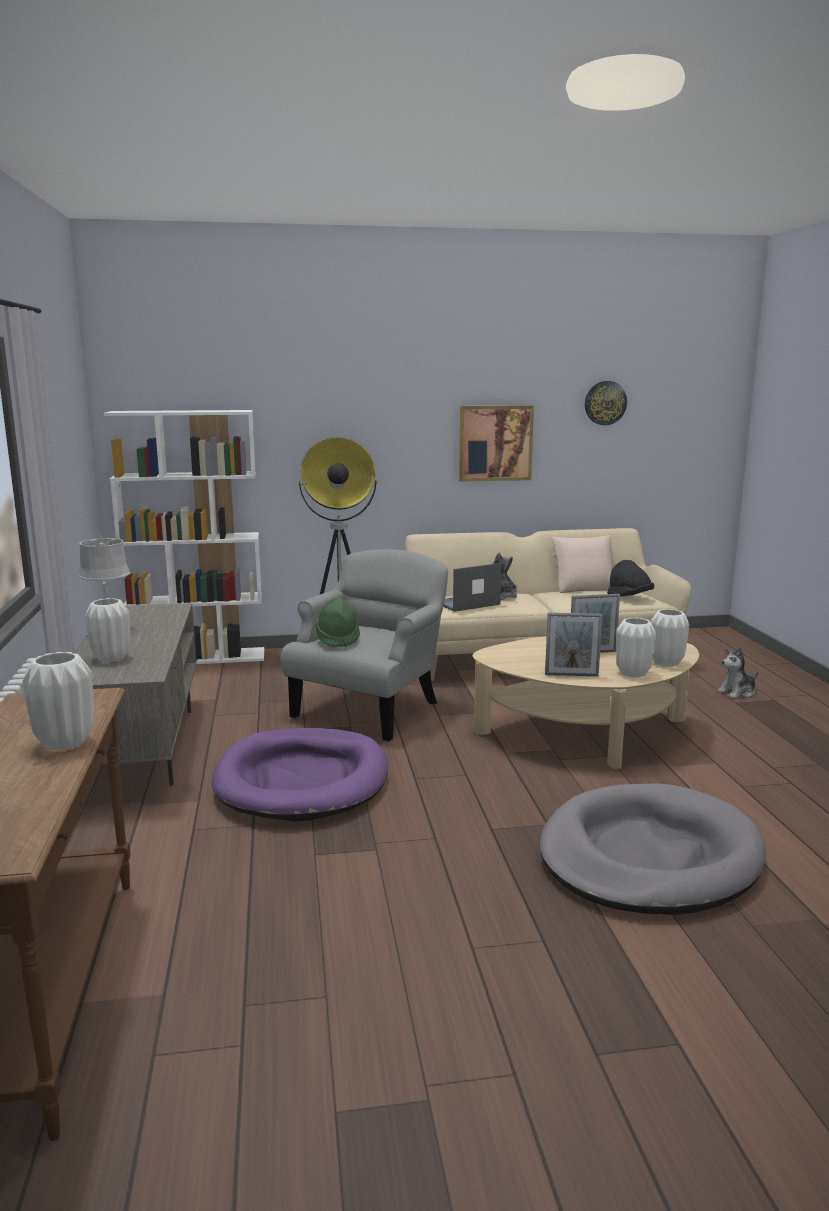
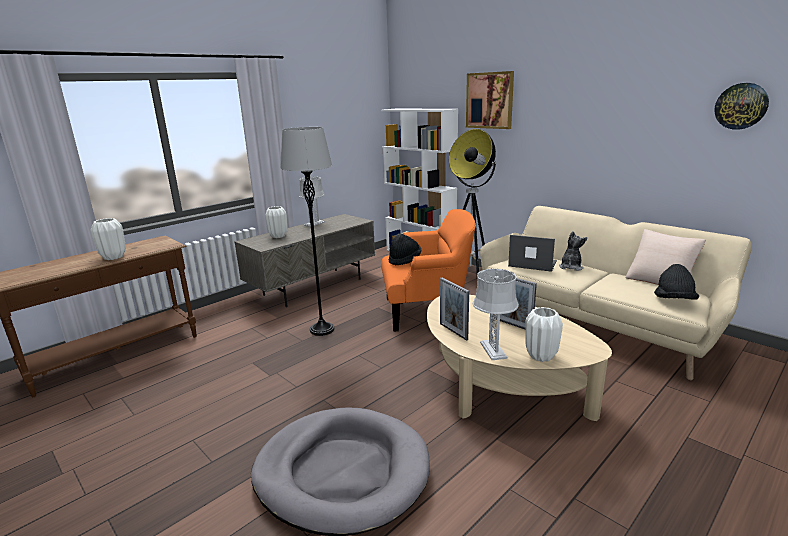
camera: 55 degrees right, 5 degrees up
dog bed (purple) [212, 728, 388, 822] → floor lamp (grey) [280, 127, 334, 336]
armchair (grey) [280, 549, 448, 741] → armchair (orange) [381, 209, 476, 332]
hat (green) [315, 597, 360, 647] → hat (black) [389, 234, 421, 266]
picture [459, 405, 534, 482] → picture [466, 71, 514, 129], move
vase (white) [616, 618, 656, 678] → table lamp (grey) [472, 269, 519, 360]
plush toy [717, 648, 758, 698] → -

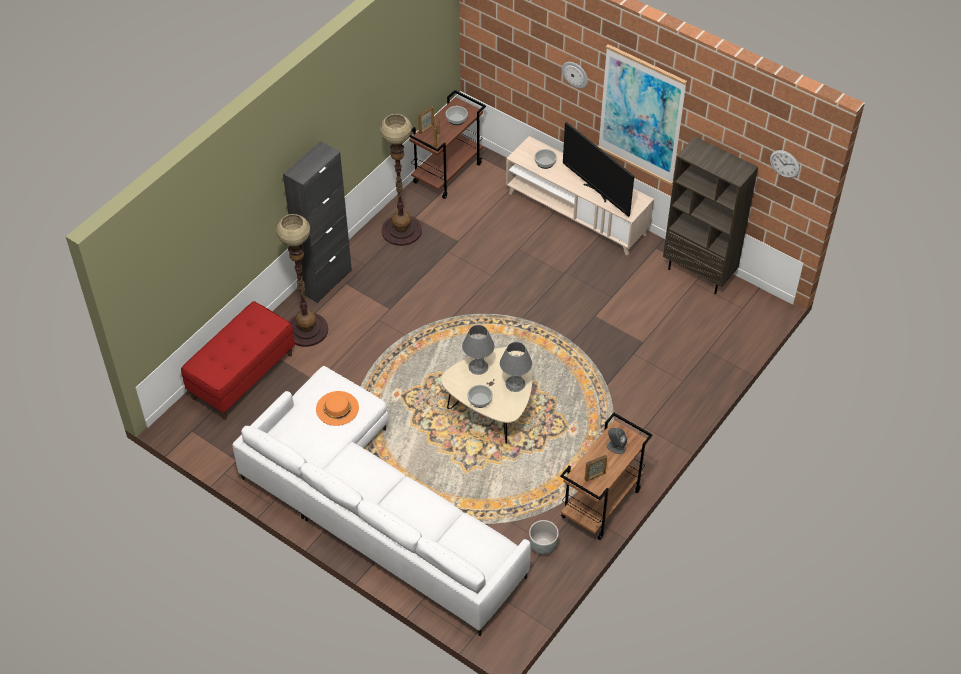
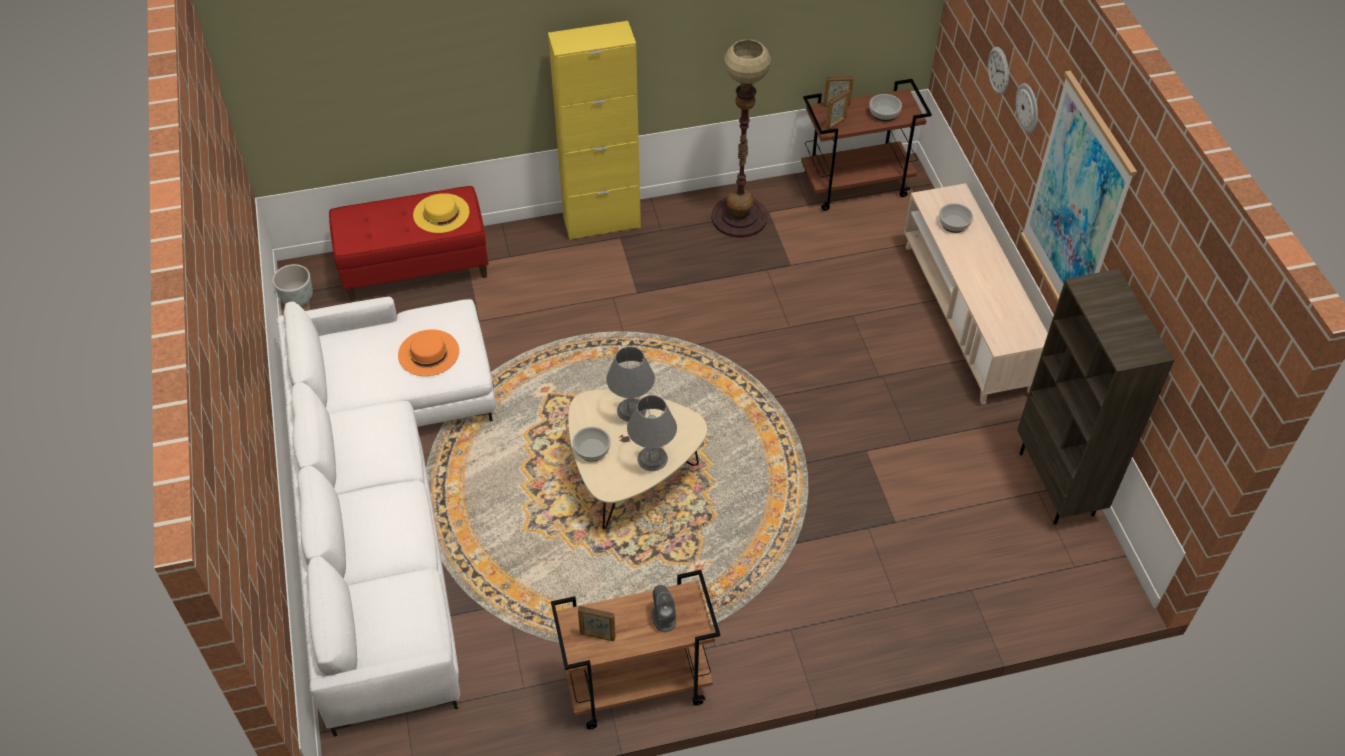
camera: 40 degrees right, 0 degrees up
planter (grey) [529, 520, 559, 555] → planter (grey) [272, 264, 313, 307], move
- → hat (yellow) [413, 193, 470, 233]
cabinet (black) [283, 141, 352, 303] → cabinet (yellow) [548, 21, 641, 240]
wall clock [770, 150, 800, 178] → wall clock [988, 47, 1009, 95], move
floor lamp [276, 214, 328, 347] → -
television [563, 122, 634, 217] → -

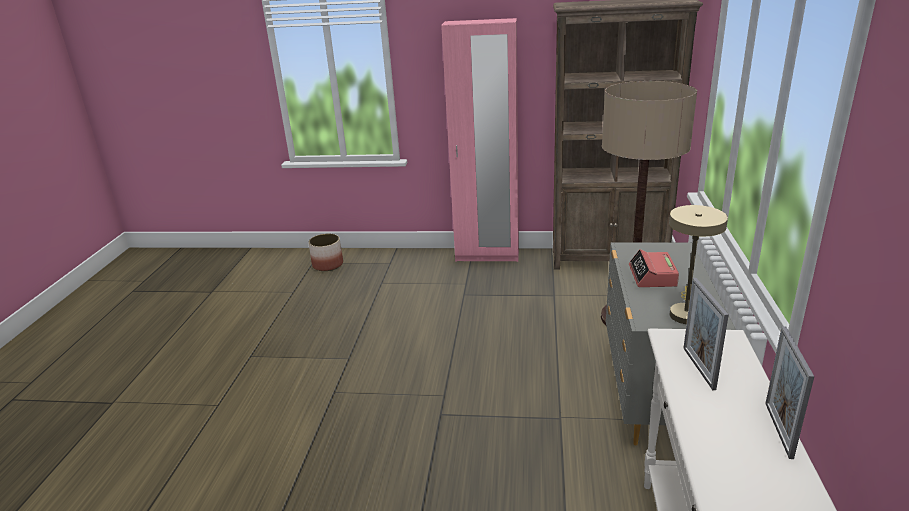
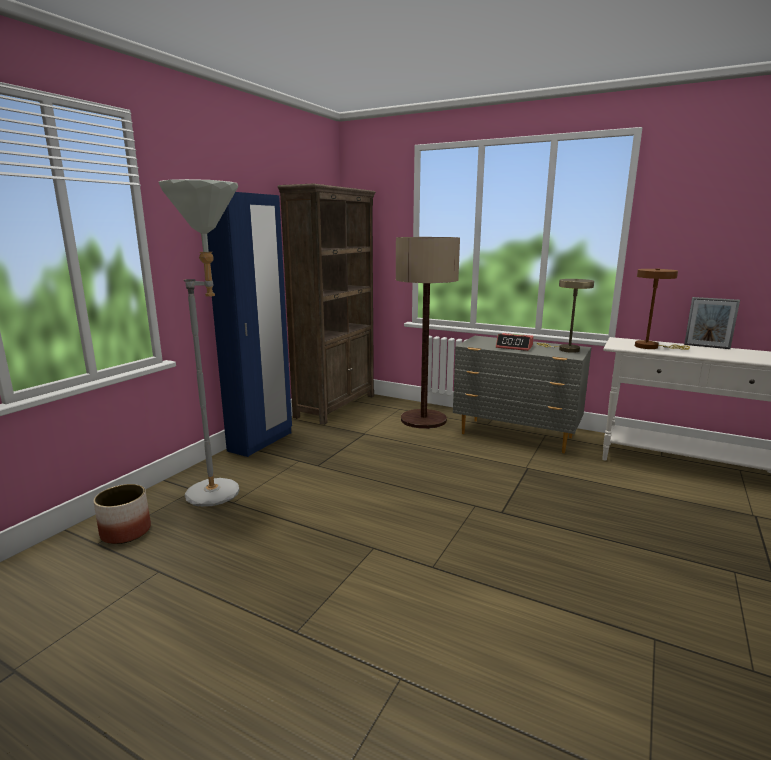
camera: 70 degrees left, 10 degrees down
- → floor lamp (grey) [158, 179, 240, 507]
wardrobe (pink) [441, 18, 519, 262] → wardrobe (blue) [207, 192, 292, 457]
picture frame [683, 278, 729, 390] → table lamp (brown) [635, 269, 690, 350]

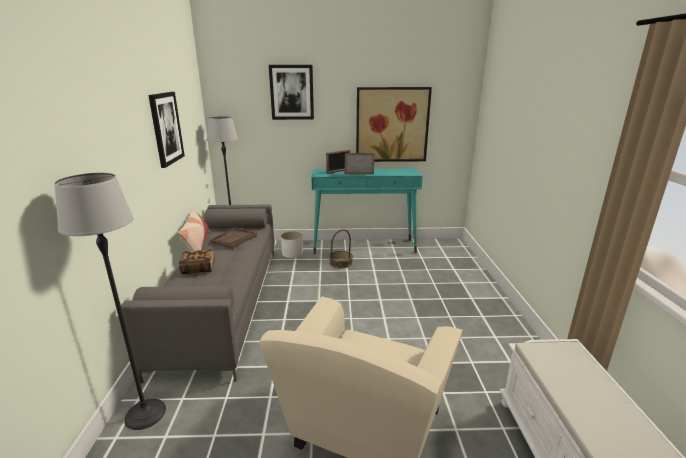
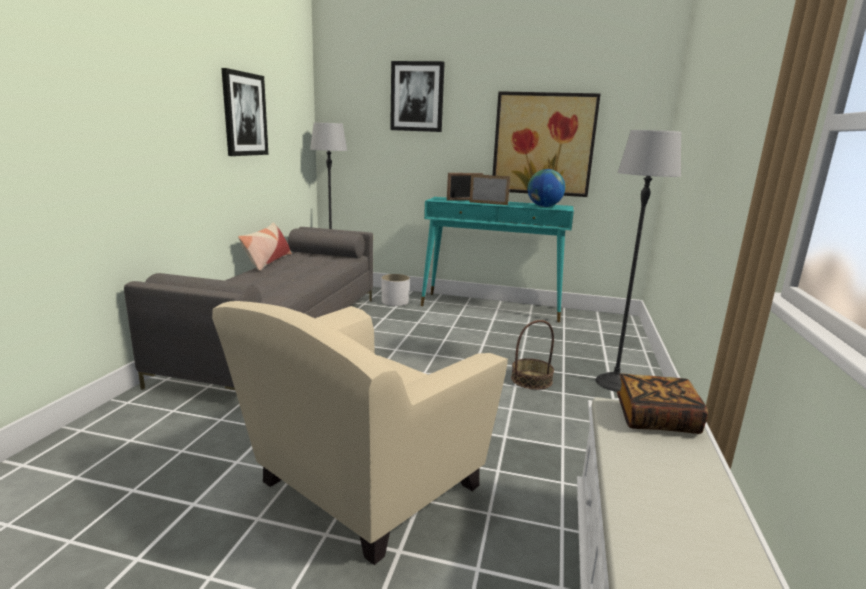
camera: 15 degrees right, 5 degrees down
basket [329, 229, 353, 269] → basket [511, 320, 554, 390], move
- → globe [528, 169, 565, 207]
floor lamp [54, 173, 166, 430] → floor lamp [596, 130, 681, 392], move
book [179, 250, 215, 274] → book [617, 373, 708, 434], move
tray (brown) [210, 227, 257, 249] → -

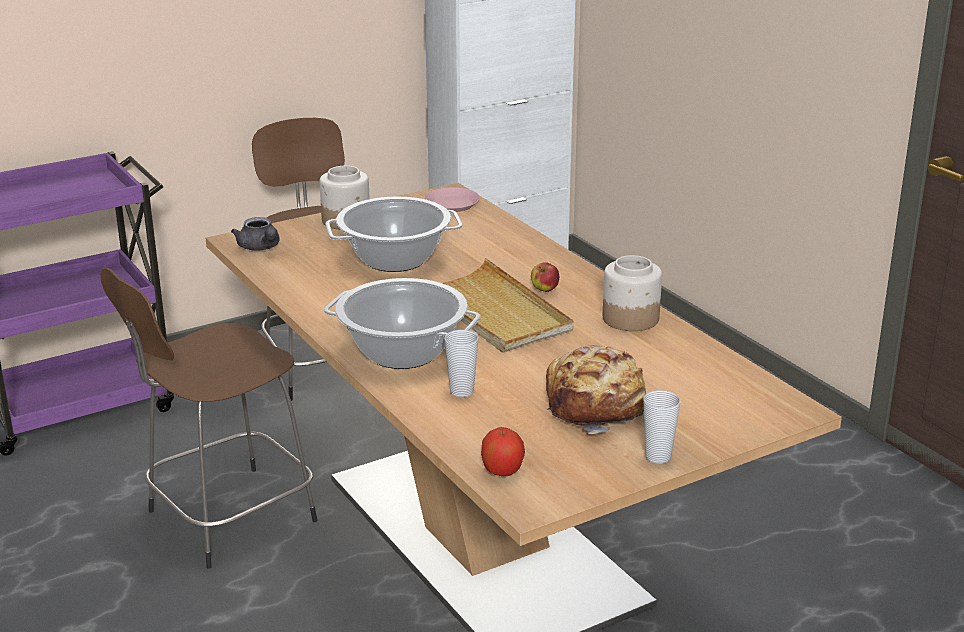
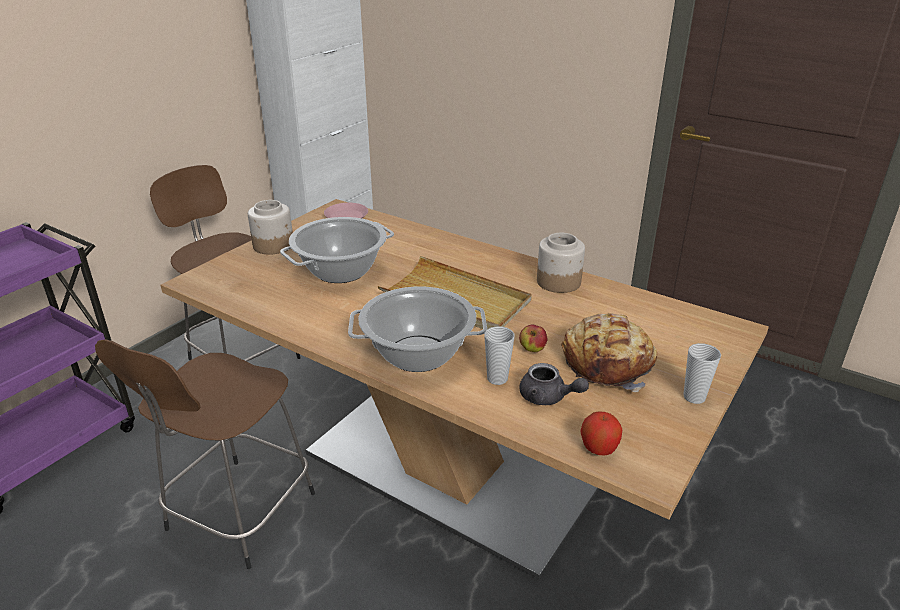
camera: 25 degrees left, 5 degrees up
apple [531, 262, 559, 292] → apple [519, 325, 548, 352], move
teapot (grey) [231, 217, 280, 251] → teapot (grey) [519, 363, 589, 405], move

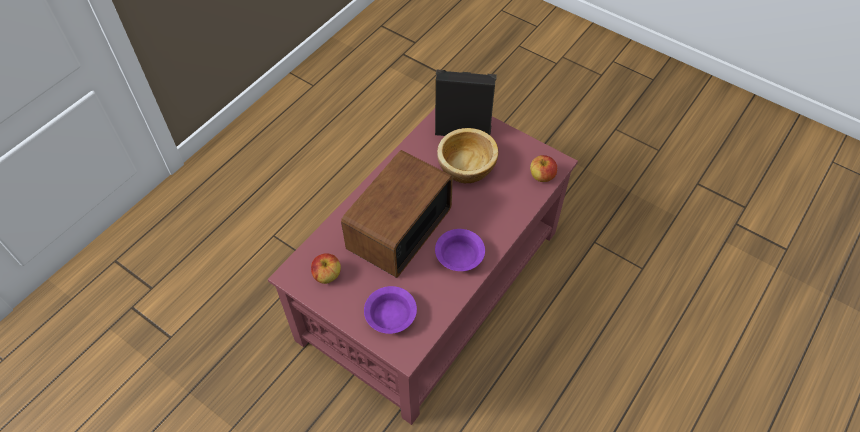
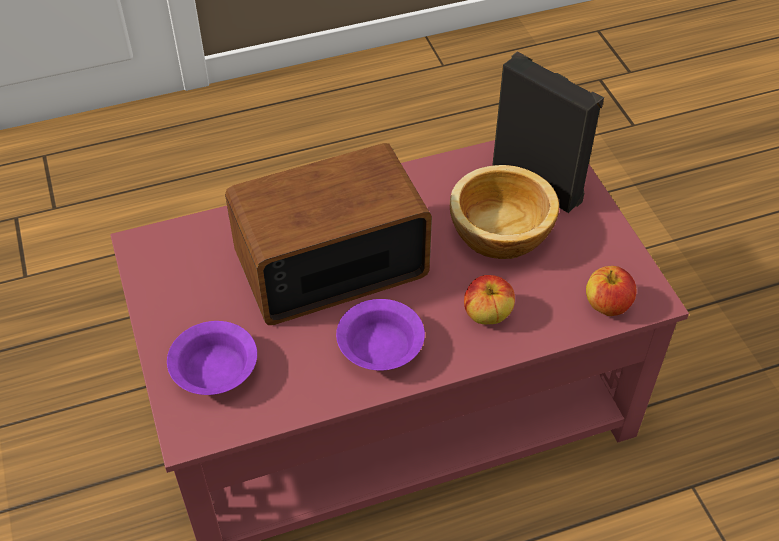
camera: 35 degrees right, 5 degrees down
apple [311, 253, 341, 284] → apple [464, 275, 515, 324], move

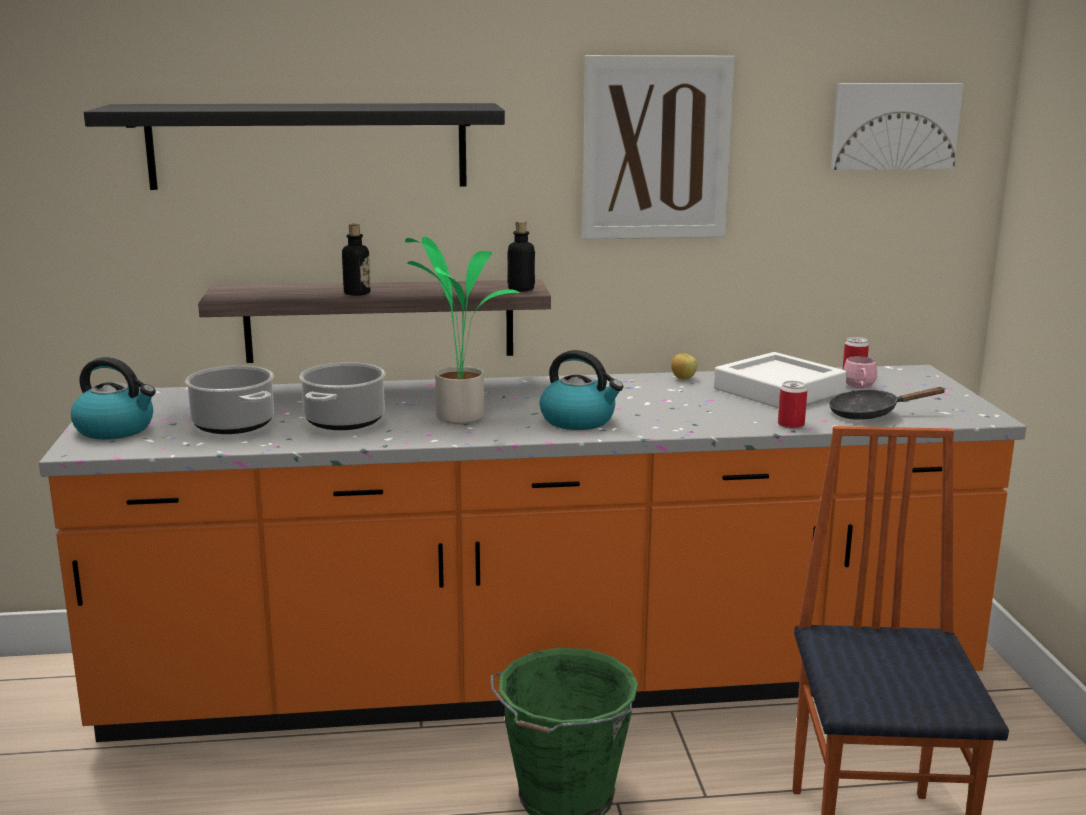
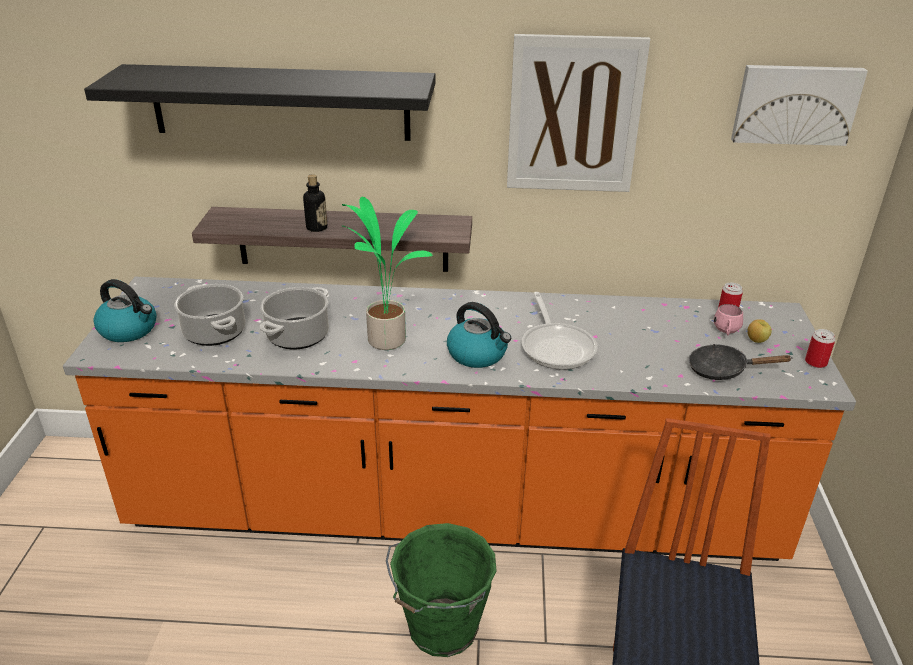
camera: 10 degrees right, 15 degrees up
- → frying pan [522, 292, 598, 370]
apple [671, 354, 697, 380] → apple [747, 319, 772, 343], move
can [778, 381, 807, 429] → can [805, 329, 835, 368], move
bottle [507, 221, 535, 292] → -
tray (white) [714, 352, 847, 409] → -

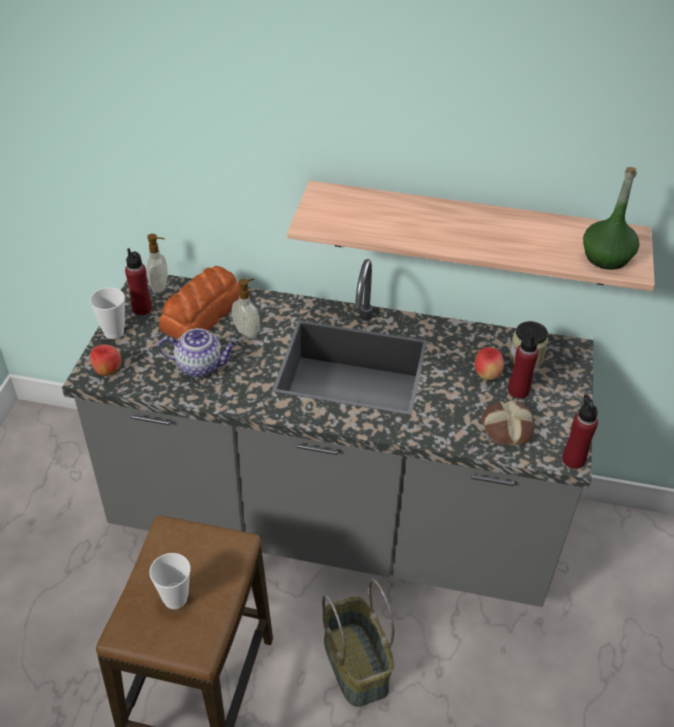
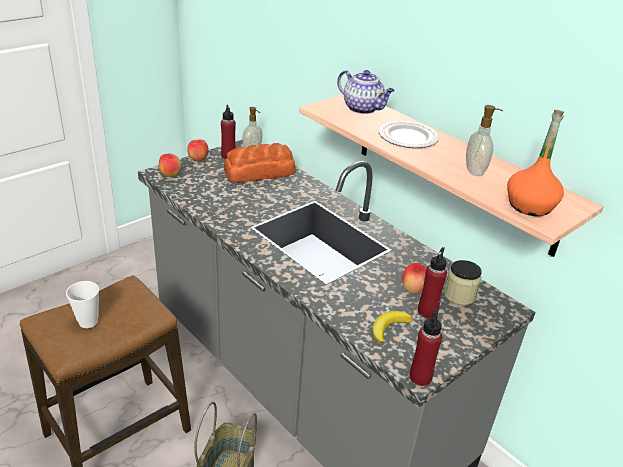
camera: 35 degrees right, 10 degrees down
cup [90, 288, 125, 339] → apple [187, 139, 209, 162]
teapot [158, 328, 237, 377] → teapot [337, 70, 395, 114], move
bread [481, 400, 534, 445] → banana [372, 311, 413, 345]
- → plate [379, 121, 439, 148]
soap dispenser [232, 279, 260, 339] → soap dispenser [466, 105, 503, 176], move
bottle (green) [583, 167, 639, 270] → bottle (orange) [507, 109, 564, 216]

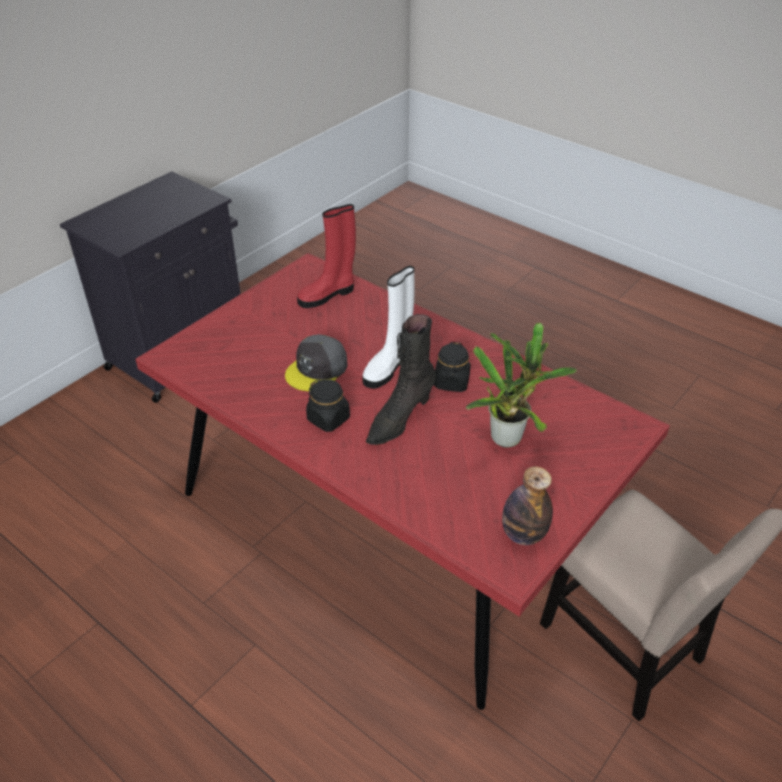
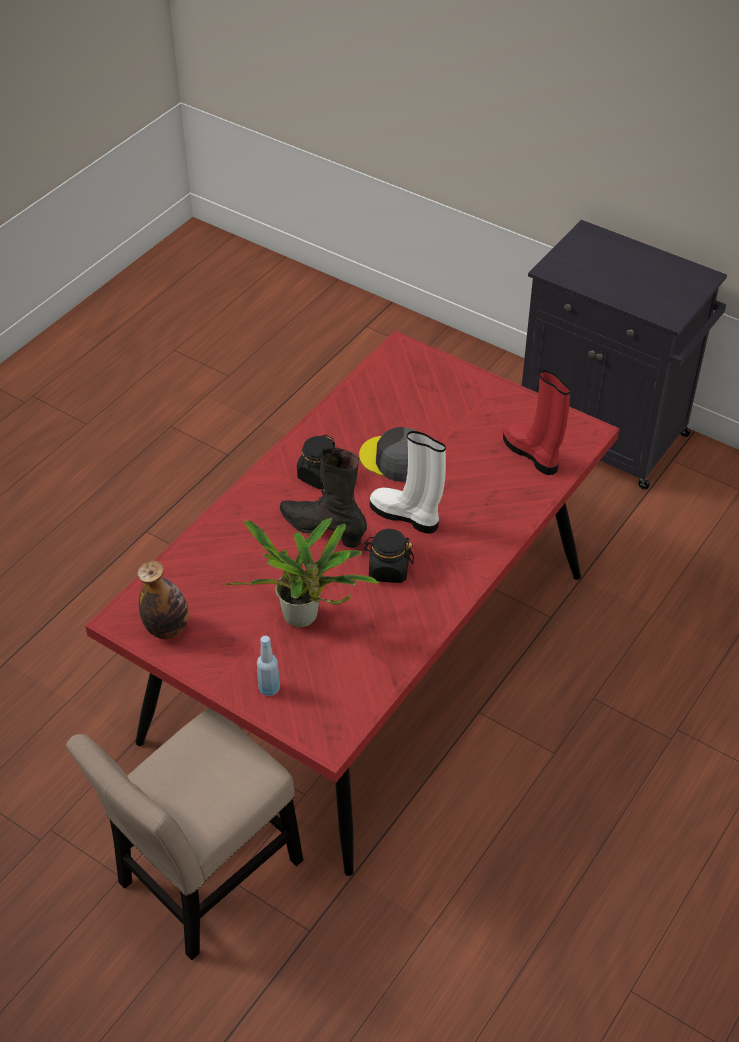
camera: 85 degrees right, 5 degrees up
- → bottle (blue) [257, 635, 280, 696]

